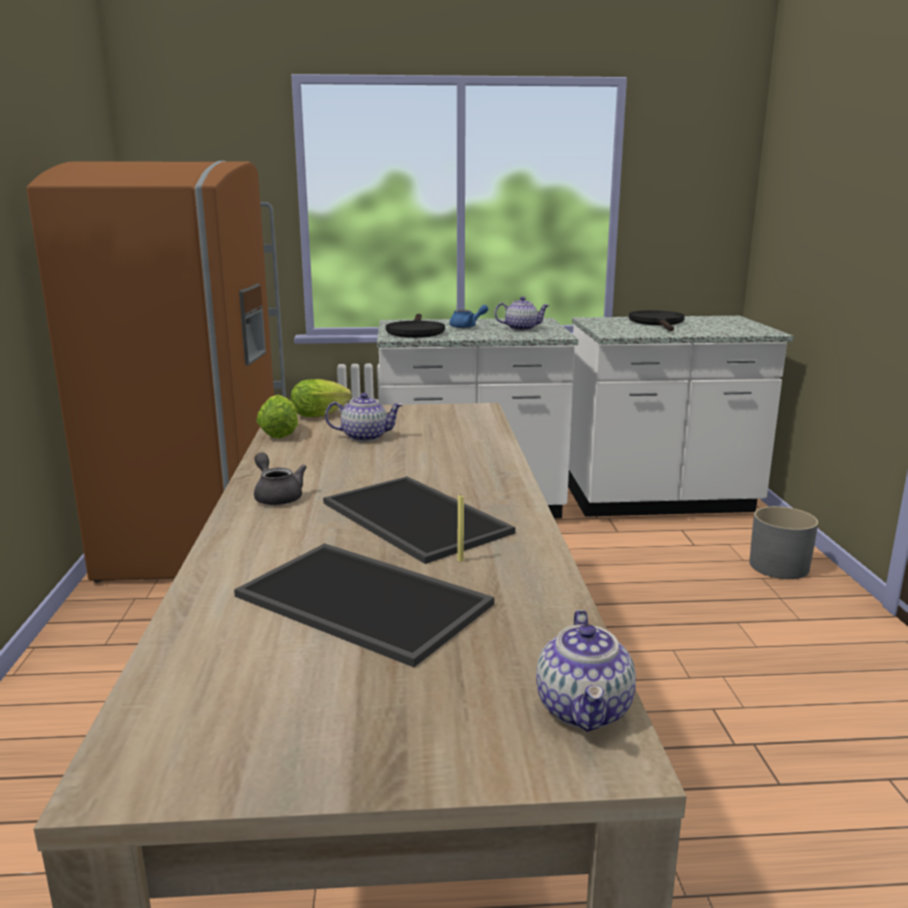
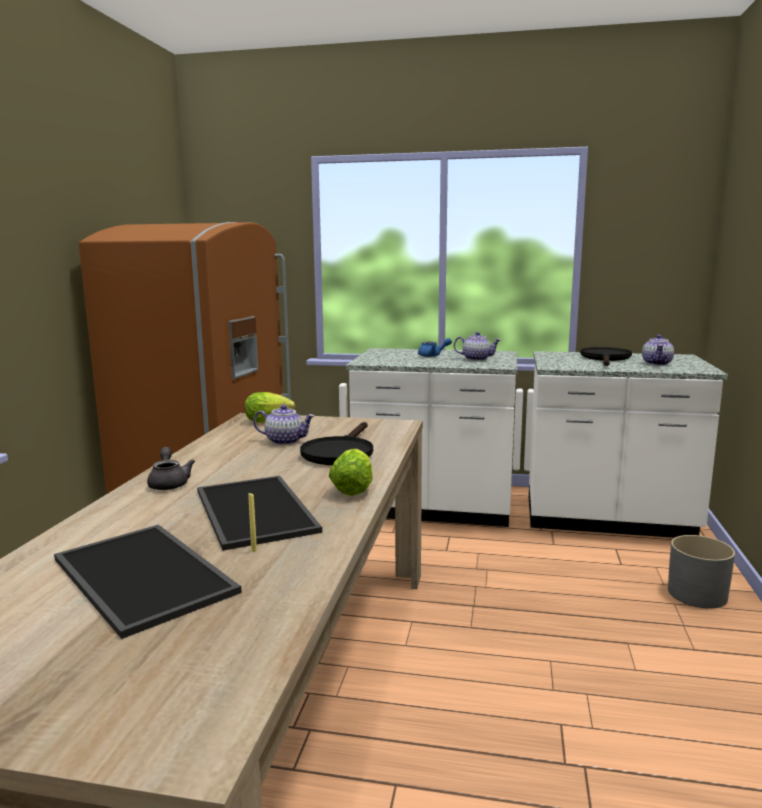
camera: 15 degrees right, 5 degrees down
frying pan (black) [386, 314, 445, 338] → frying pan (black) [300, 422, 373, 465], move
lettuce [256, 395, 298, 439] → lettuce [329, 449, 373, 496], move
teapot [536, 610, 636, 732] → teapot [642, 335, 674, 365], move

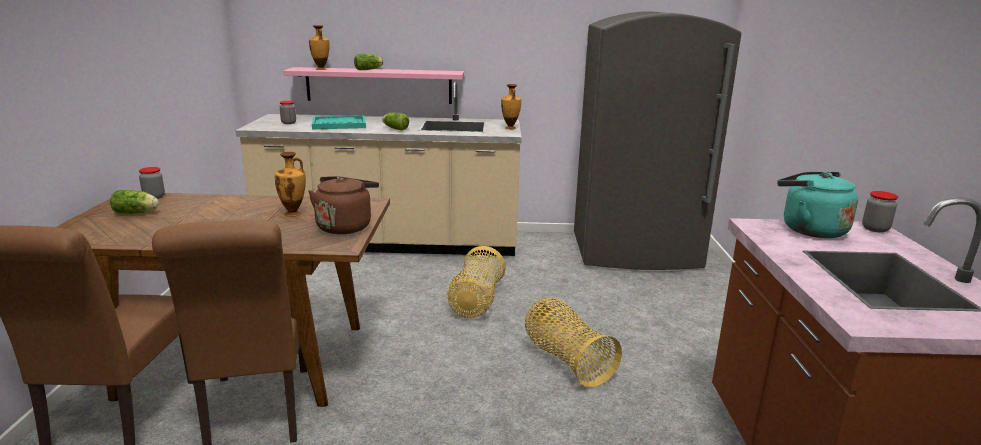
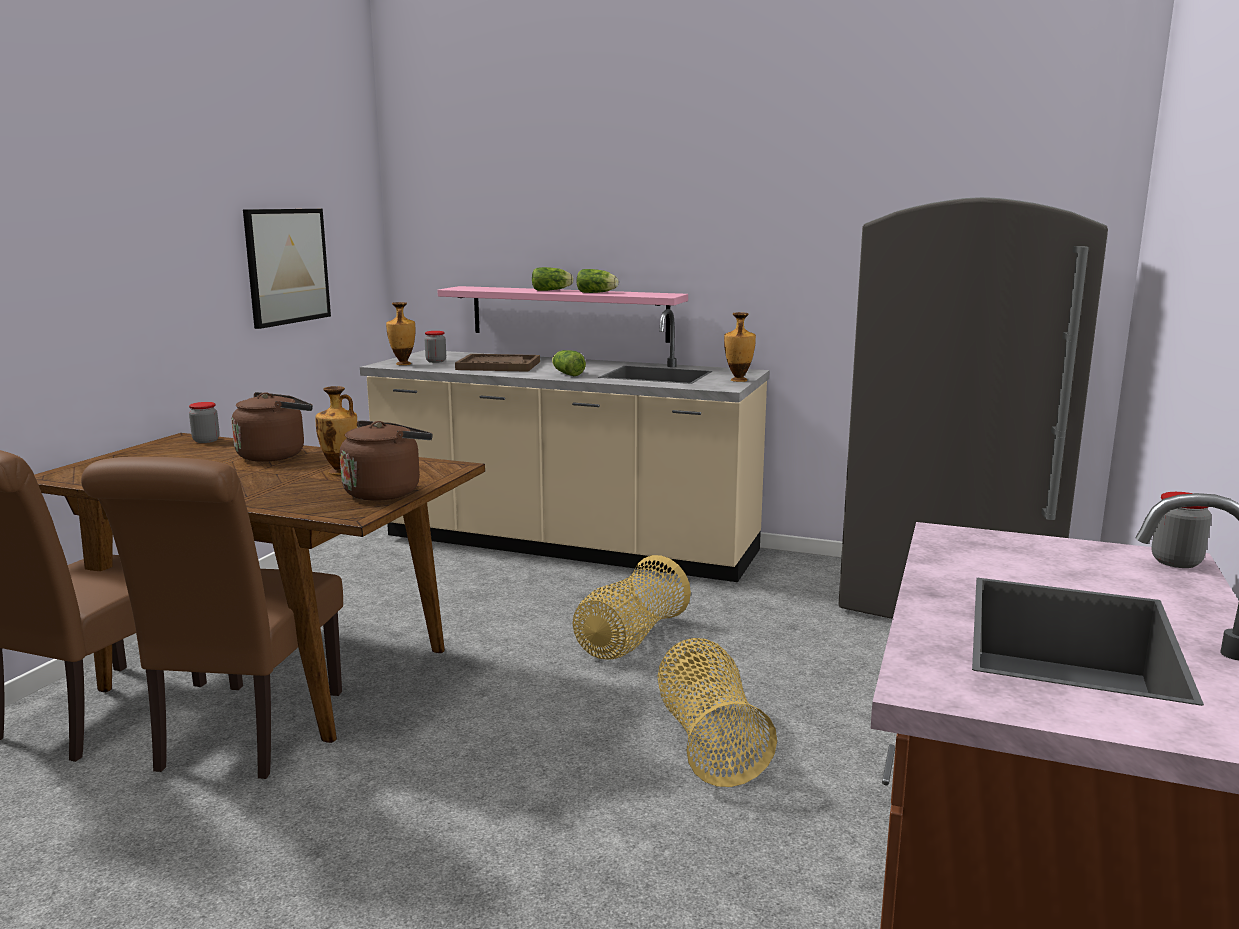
camera: 20 degrees right, 5 degrees down
- → kettle (brown) [232, 392, 313, 462]
- → picture [243, 209, 331, 329]
vase [309, 25, 329, 70] → vase [386, 302, 415, 365], move
tray (turquoise) [312, 115, 366, 129] → tray (brown) [455, 354, 540, 372]
lettuce [110, 190, 159, 214] → lettuce [576, 269, 619, 293], move
kettle (turquoise) [777, 172, 858, 238] → -

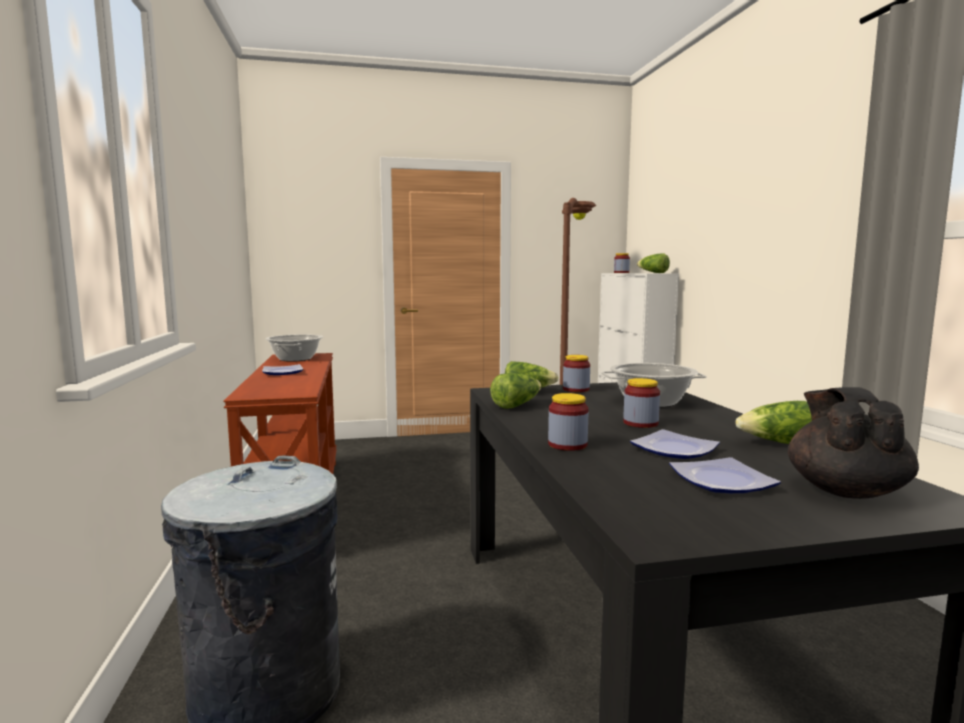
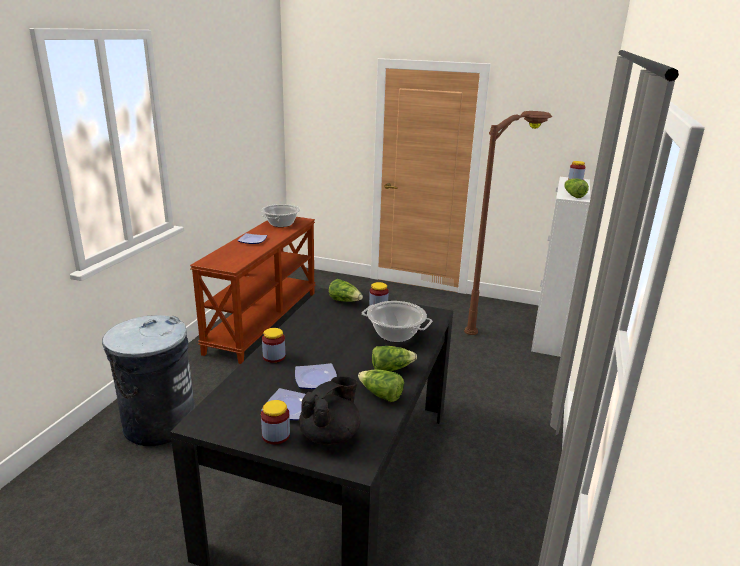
camera: 30 degrees right, 15 degrees up
jar [623, 378, 660, 428] → jar [261, 400, 290, 444], move
lettuce [490, 373, 542, 409] → lettuce [372, 346, 417, 371], move

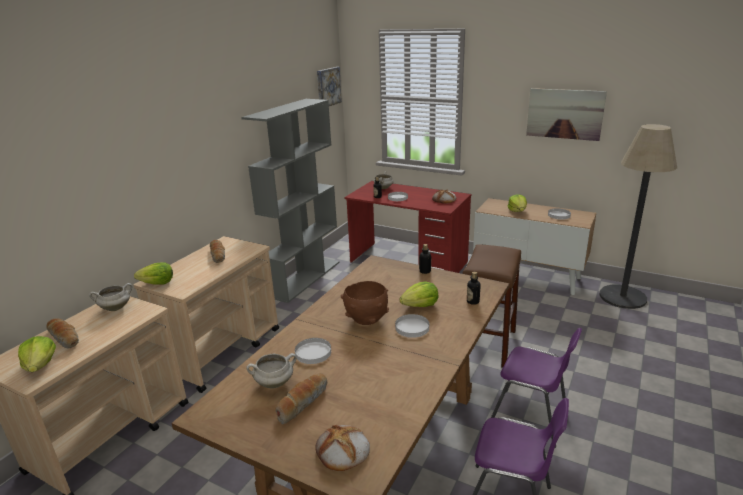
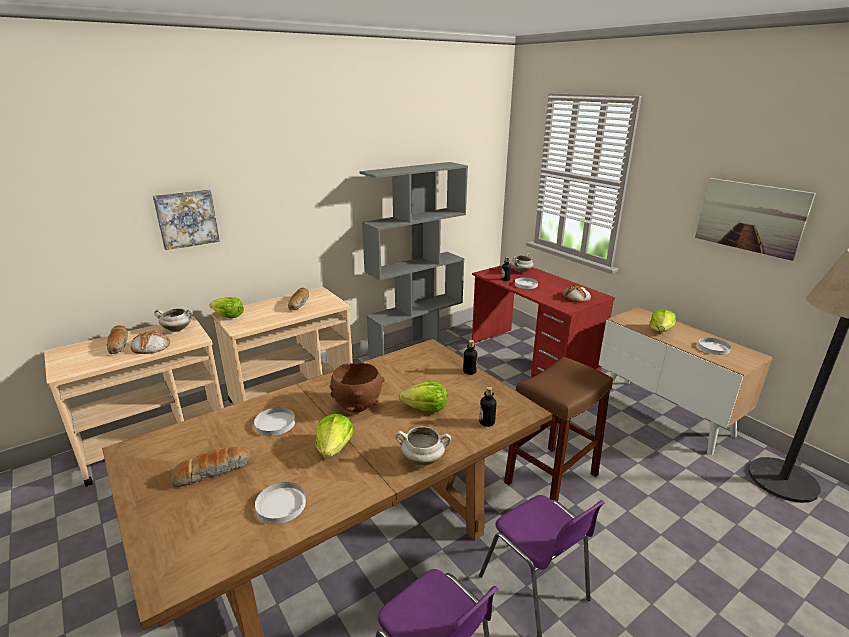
camera: 25 degrees right, 0 degrees up
bread [315, 425, 370, 471] → bread [131, 330, 170, 354], move
picture [317, 67, 342, 106] → picture [153, 190, 220, 250], move
plate (white) [395, 314, 429, 338] → plate (white) [255, 482, 306, 524], move
lettuce [18, 336, 56, 372] → lettuce [315, 414, 354, 459], move
cooking pot (white) [246, 353, 296, 389] → cooking pot (white) [395, 427, 451, 466], move

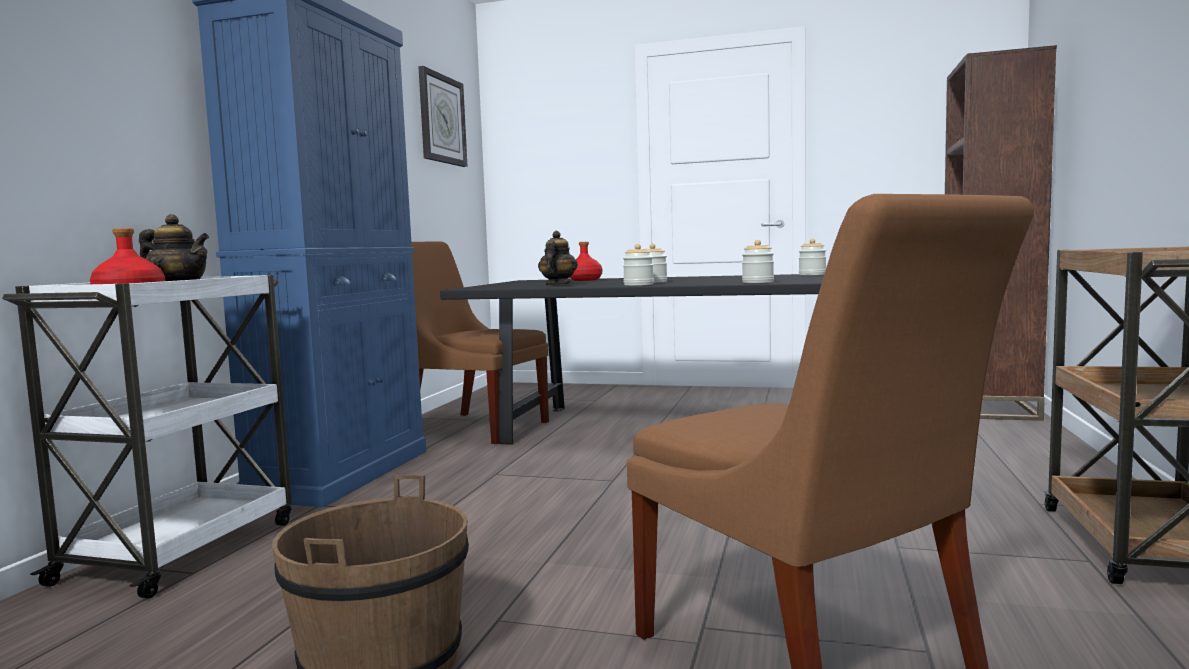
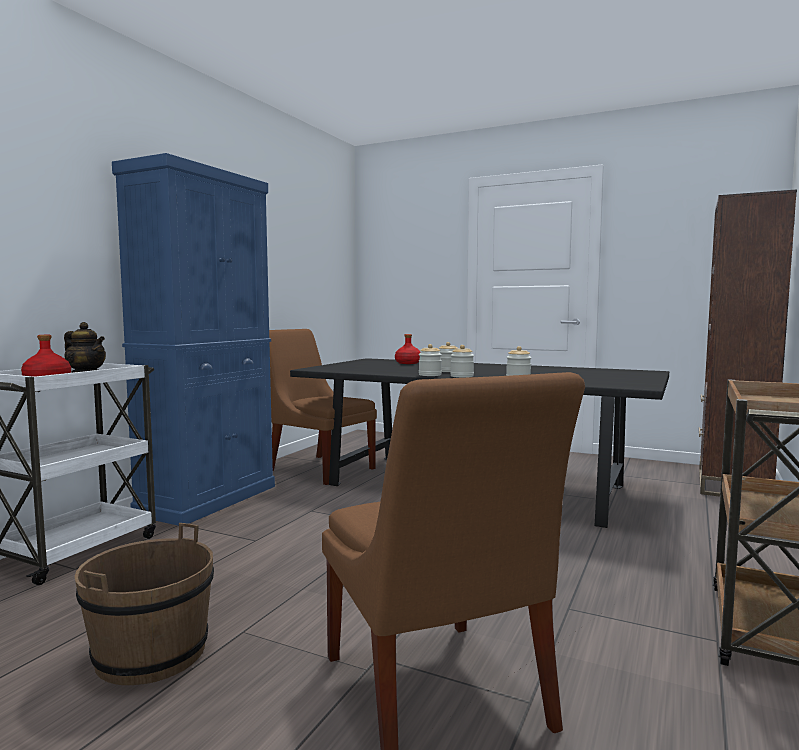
camera: 10 degrees right, 0 degrees up
jar [799, 239, 826, 275] → jar [450, 345, 474, 378], move
wall clock [418, 66, 468, 167] → -
teapot [538, 231, 578, 286] → -

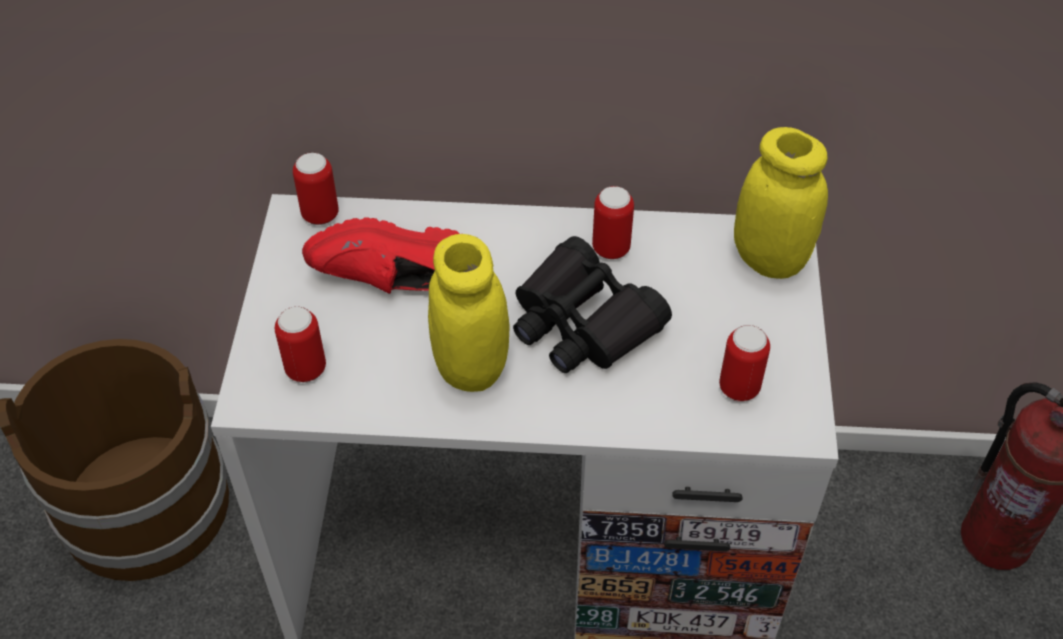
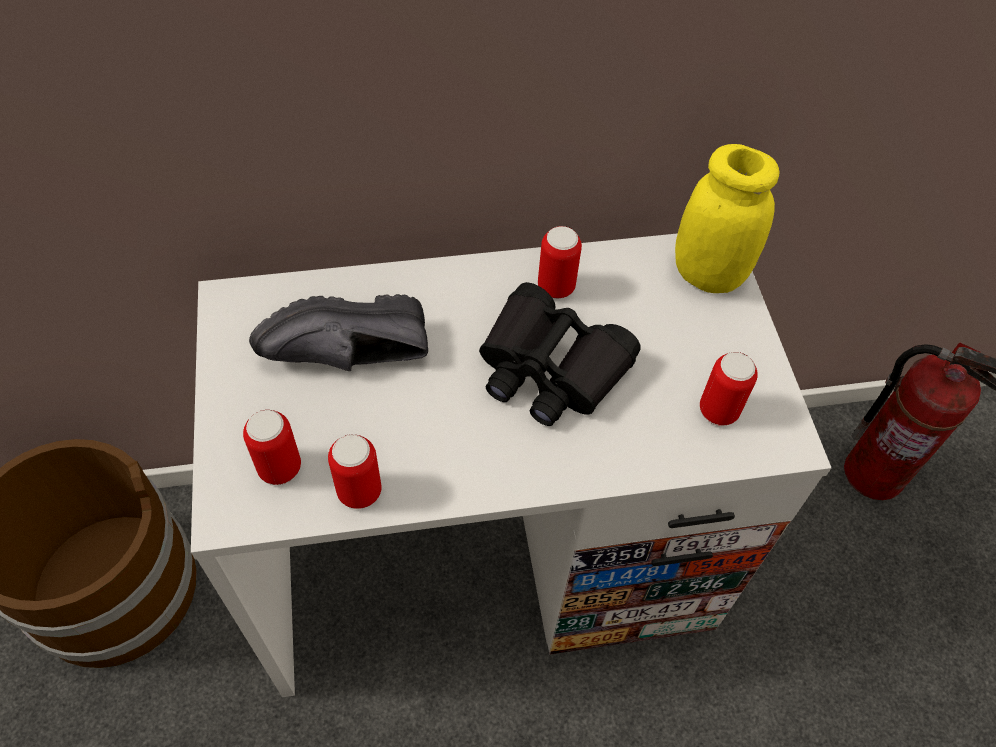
camera: 15 degrees left, 5 degrees up
shoe (red) [302, 217, 460, 294] → shoe (black) [249, 294, 428, 371]
can [293, 153, 339, 225] → can [328, 434, 382, 509], move
jar (yellow) [428, 234, 510, 392] → -

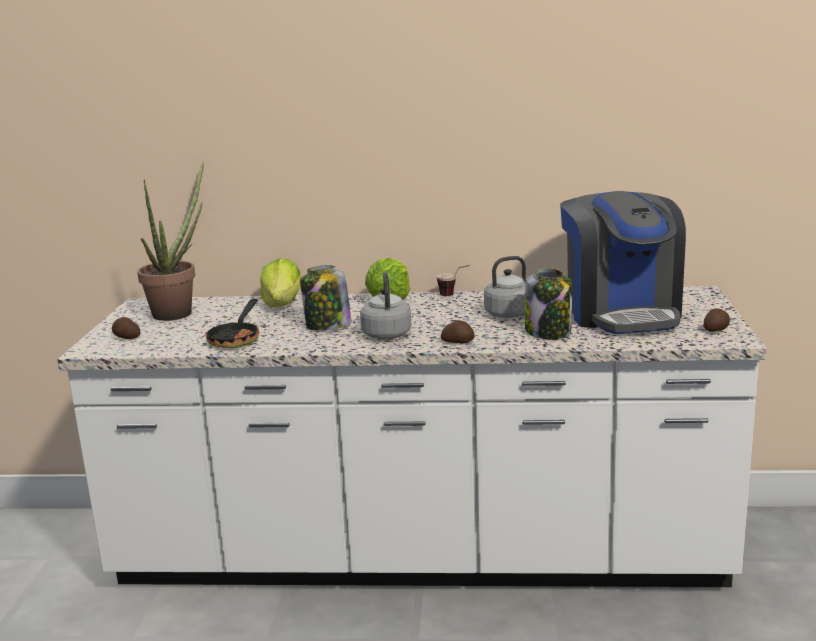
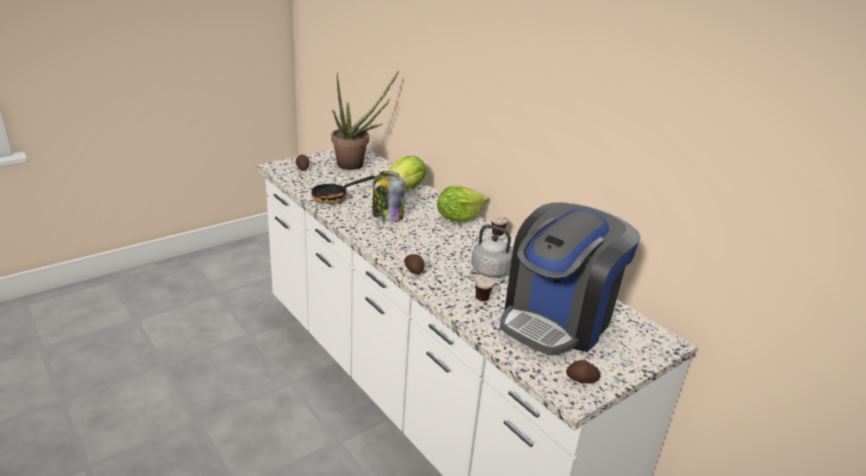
camera: 45 degrees right, 10 degrees up
jar [525, 268, 572, 339] → cup [464, 276, 494, 301]
kettle (grey) [360, 273, 412, 339] → -

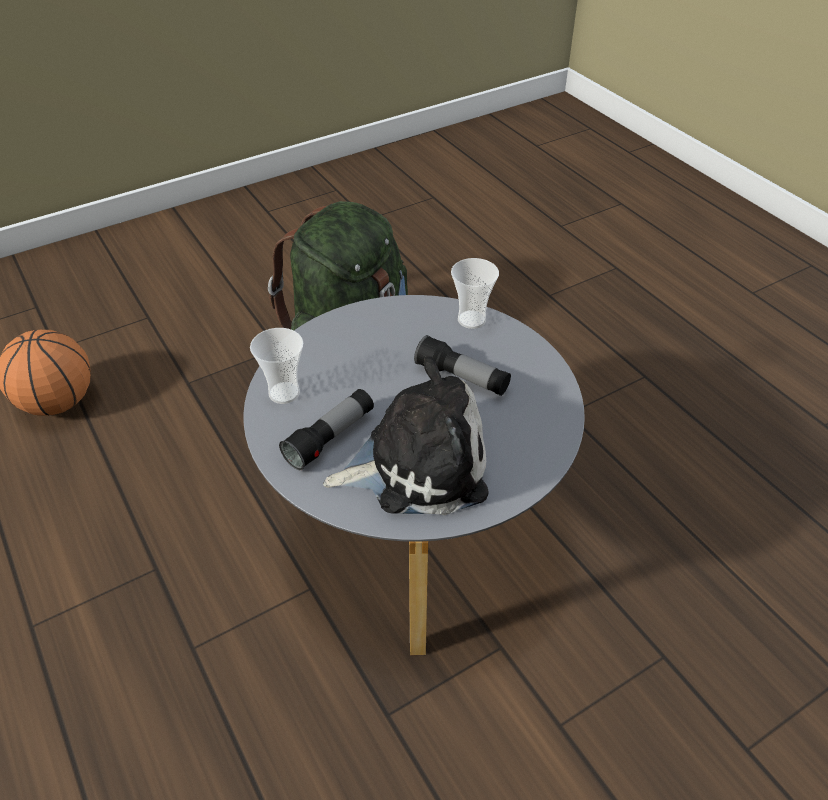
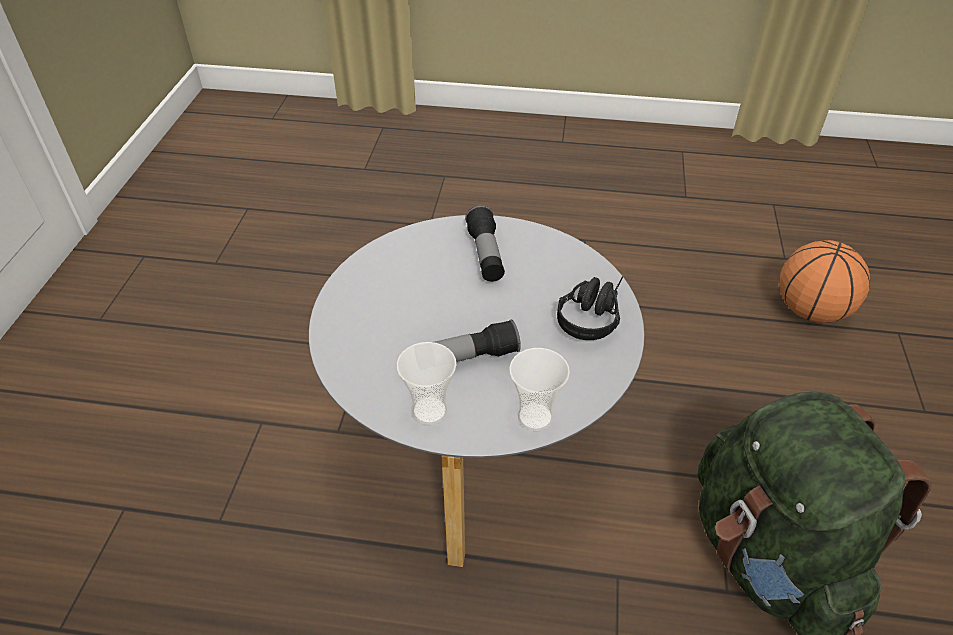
camera: 130 degrees right, 0 degrees up
cup [250, 328, 303, 404] → cup [397, 342, 456, 425], move
- → headphones (black) [557, 277, 623, 340]
plush toy [323, 356, 488, 515] → -

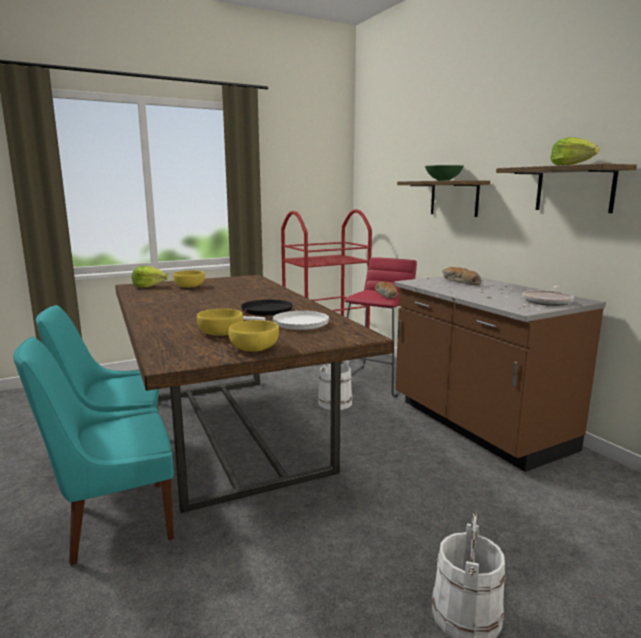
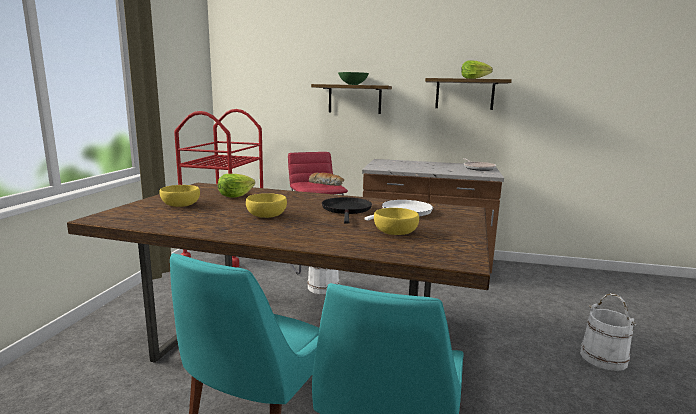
camera: 50 degrees left, 0 degrees up
lettuce [132, 266, 168, 287] → lettuce [218, 174, 255, 198], move
bowl (yellow) [228, 320, 279, 352] → bowl (yellow) [246, 193, 287, 218], move
bread [442, 267, 482, 286] → -

